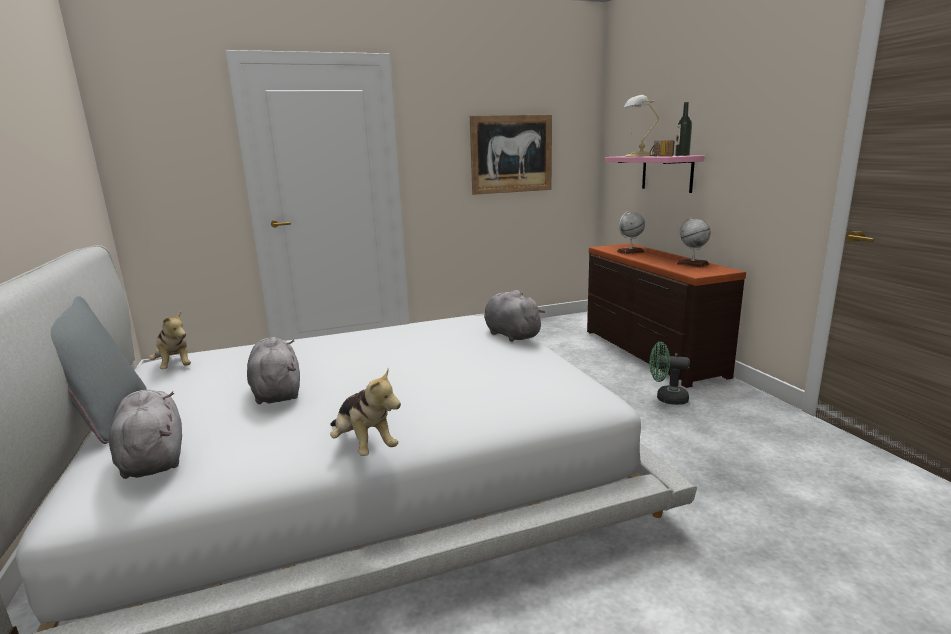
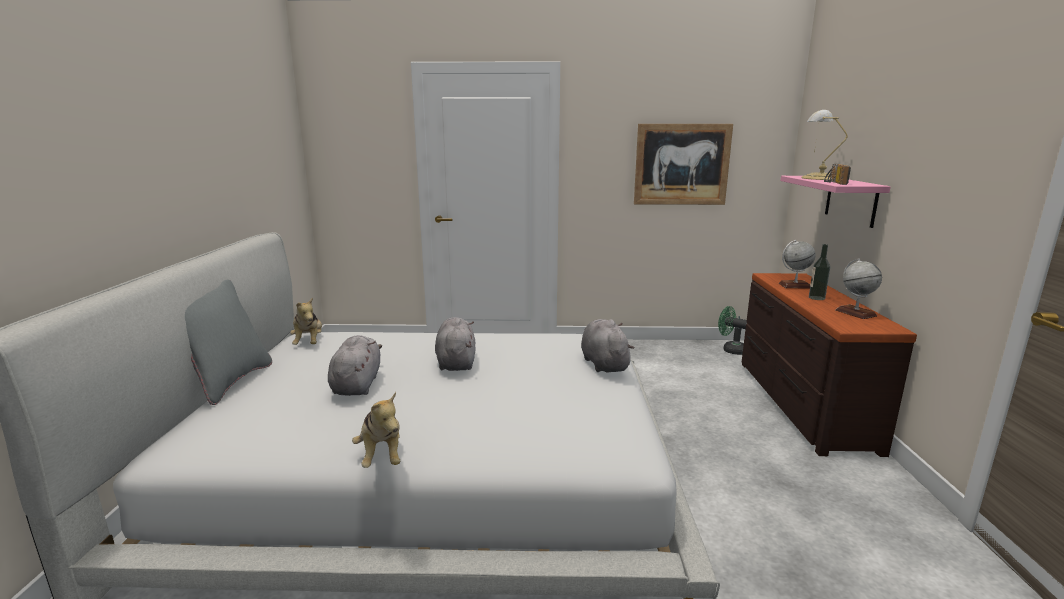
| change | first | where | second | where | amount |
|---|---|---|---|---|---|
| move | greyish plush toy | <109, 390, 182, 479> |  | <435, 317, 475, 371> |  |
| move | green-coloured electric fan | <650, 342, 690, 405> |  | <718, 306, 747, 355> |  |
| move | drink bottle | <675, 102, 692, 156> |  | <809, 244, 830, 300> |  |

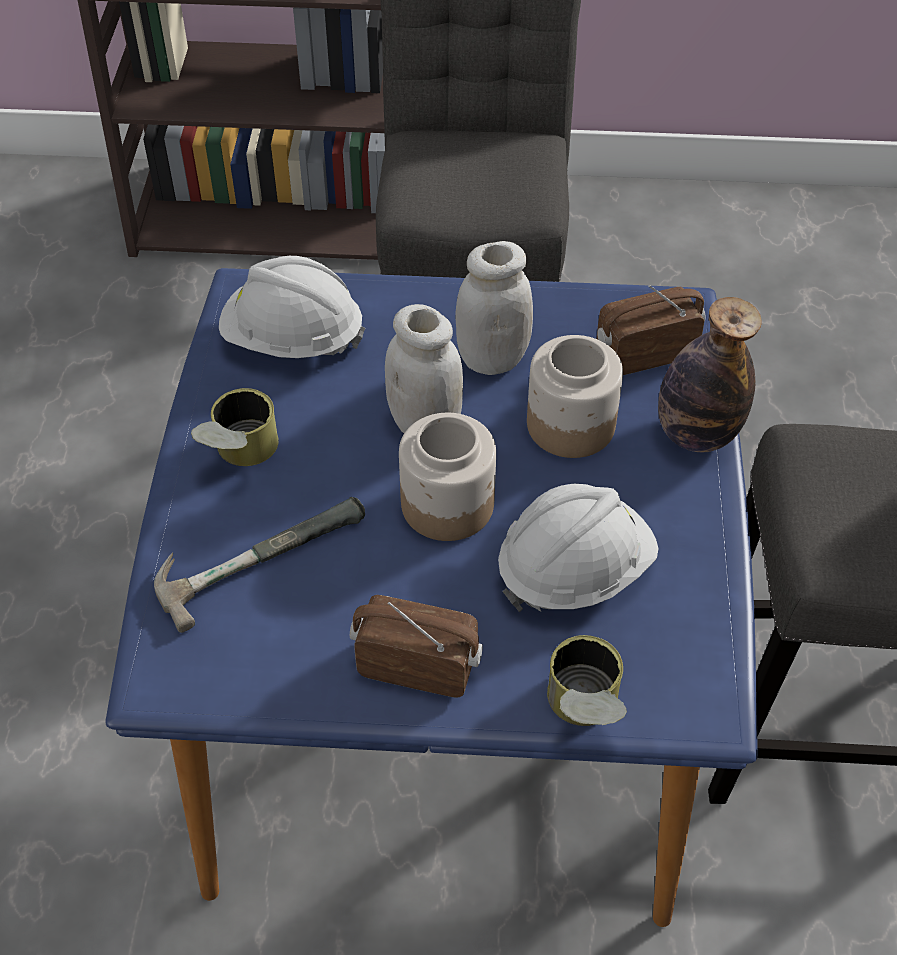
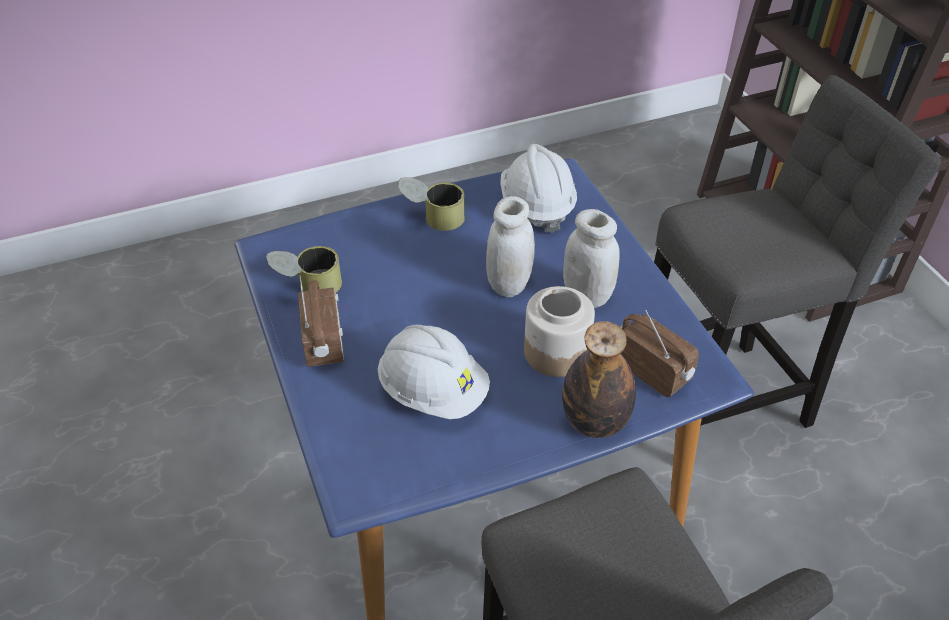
| change | first | where | second | where | amount |
|---|---|---|---|---|---|
| move | sealed can | <547, 635, 627, 726> |  | <266, 246, 342, 292> |  |
| delete | tool hammer | <154, 497, 365, 633> |  |  |  |
| delete | preserve jar | <399, 413, 496, 541> |  |  |  |

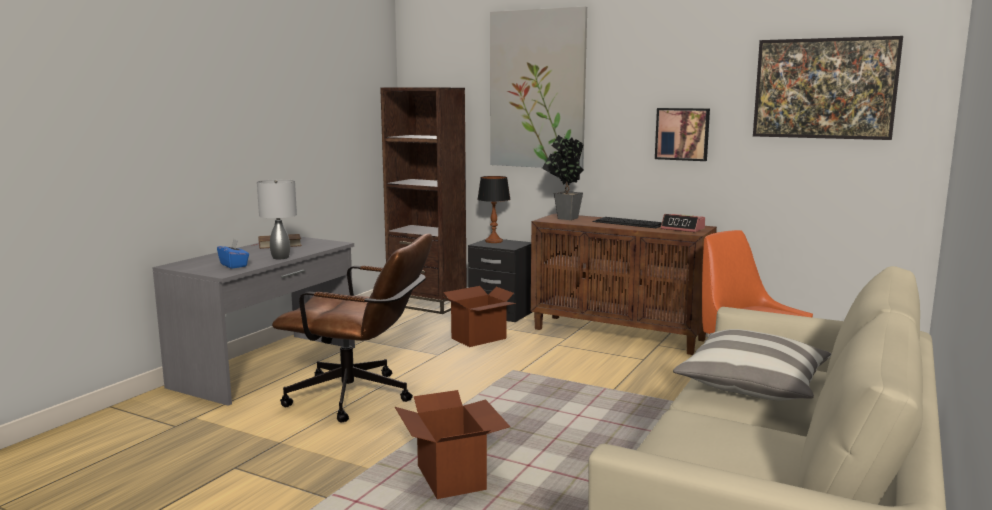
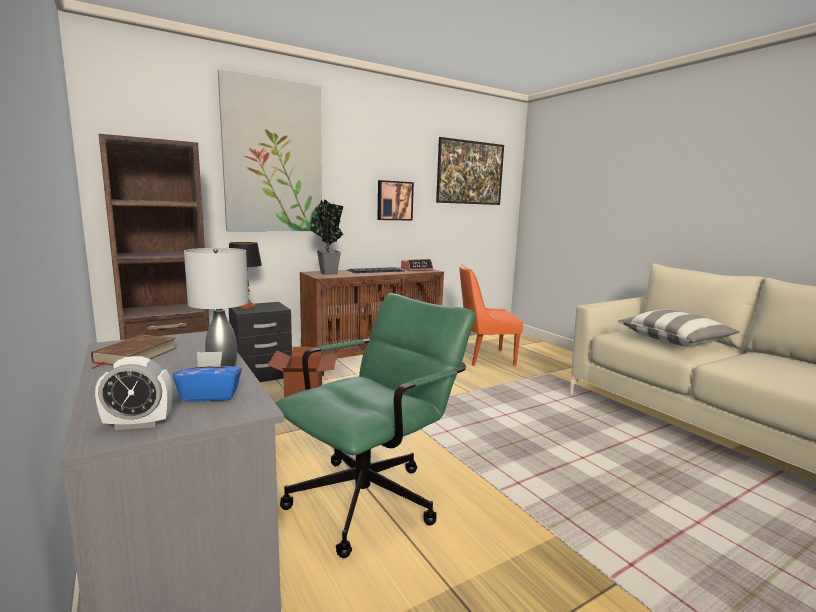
| change | first | where | second | where | amount |
|---|---|---|---|---|---|
| insert |  |  | table clock | <95, 356, 172, 430> |  |
| recolor | brown-coloured office chair | <272, 234, 433, 422> | green-coloured office chair | <275, 293, 475, 558> |  |
| delete | cardboard box | <395, 390, 510, 499> |  |  |  |

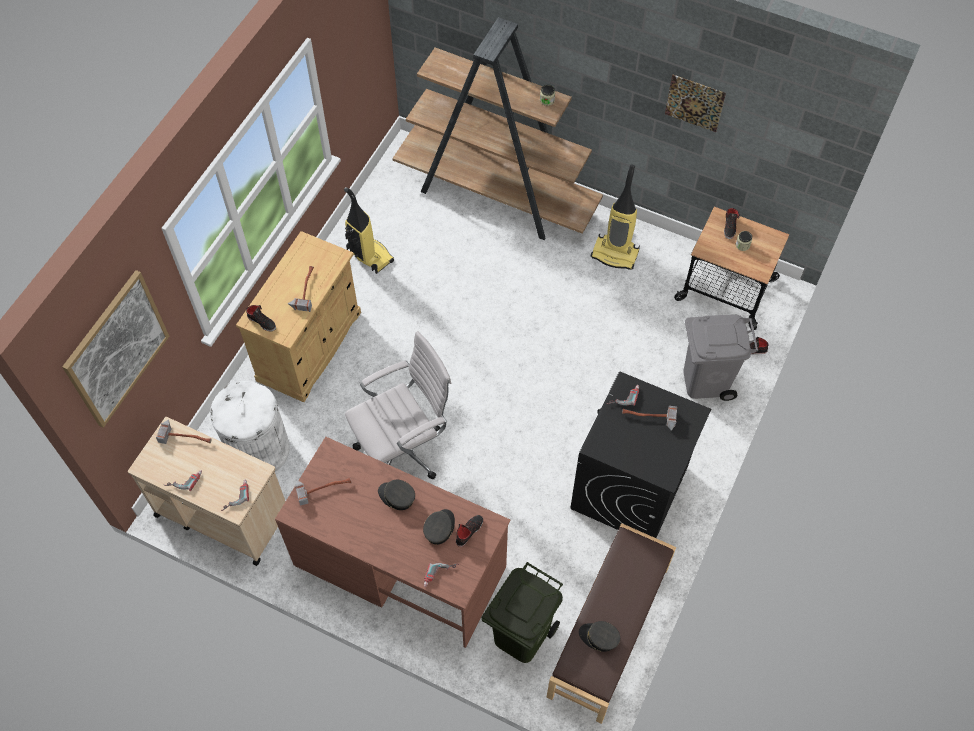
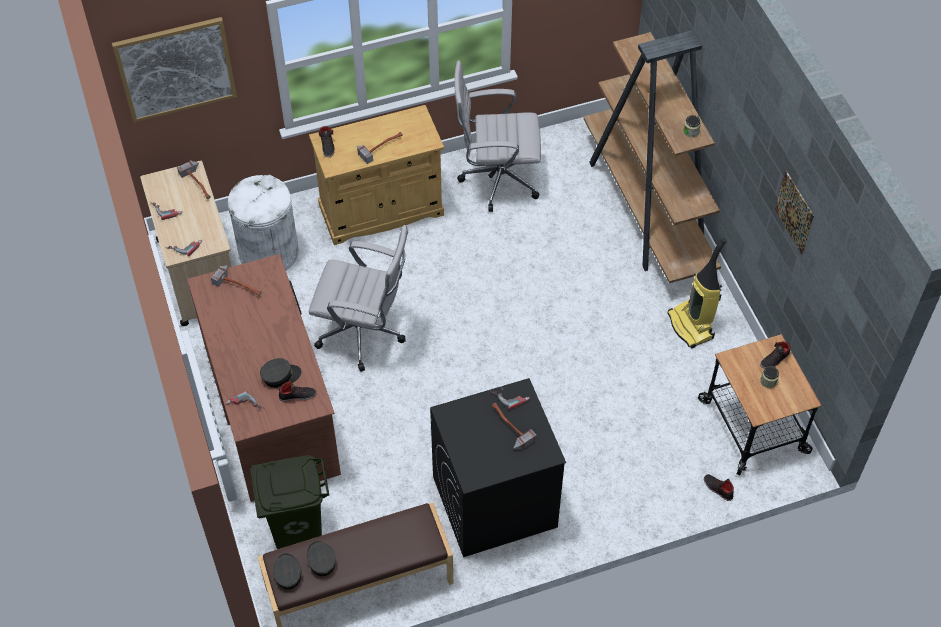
| change | first | where | second | where | amount |
|---|---|---|---|---|---|
| move | greyish cap | <378, 480, 415, 510> |  | <273, 553, 302, 590> |  |
| replace | vacuum | <344, 187, 394, 274> | whitish office chair | <454, 60, 541, 212> |  |
| delete | greyish trash can | <683, 315, 758, 401> |  |  |  |

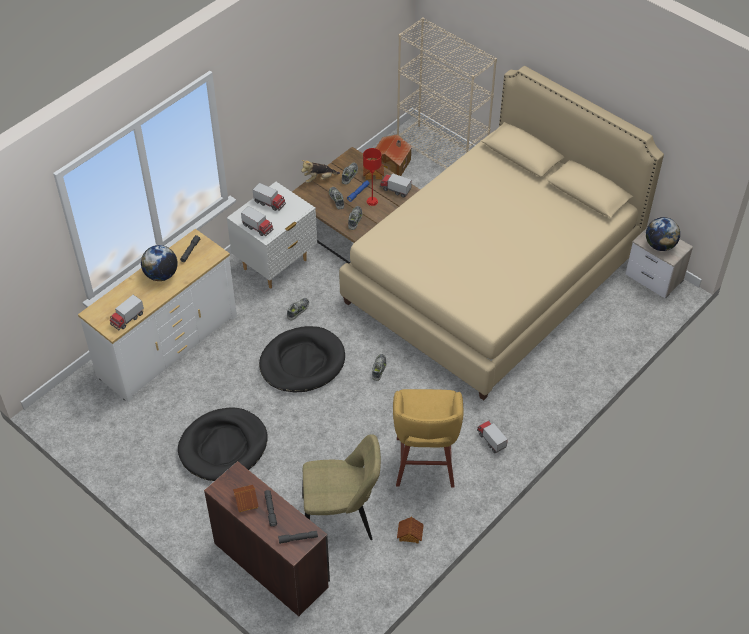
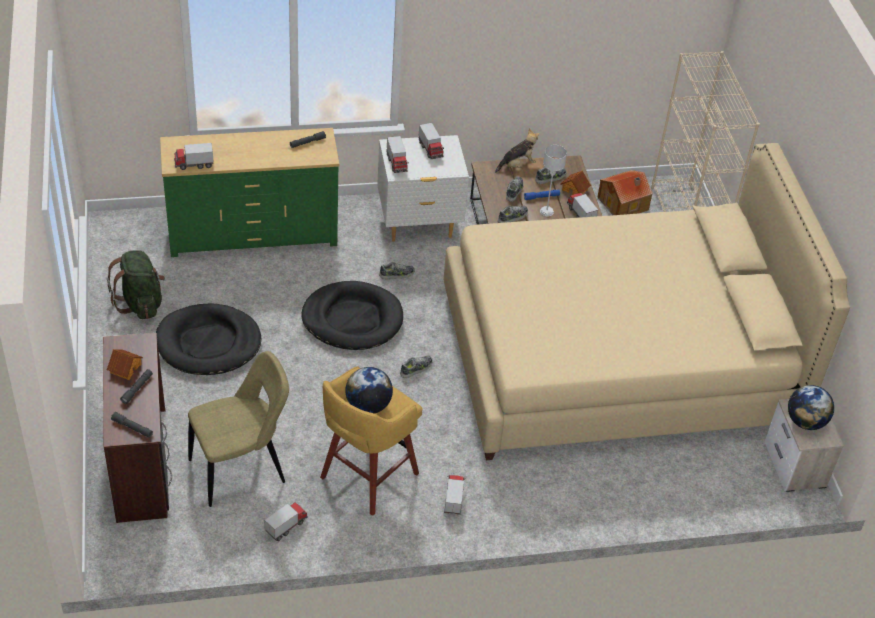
| change | first | where | second | where | amount |
|---|---|---|---|---|---|
| insert |  |  | green-coloured knapsack | <107, 250, 165, 319> |  |
| recolor | whitish drawer chest | <78, 229, 237, 402> | green-coloured drawer chest | <160, 128, 339, 257> |  |
| rotate | sand-coloured upright chair | <302, 434, 381, 540> |  | <188, 351, 289, 507> | 60 degrees counterclockwise |
| replace | toy house | <397, 516, 424, 544> | toy lorry | <264, 502, 308, 541> |  |
| move | world globe | <141, 245, 178, 281> |  | <345, 367, 393, 414> |  |
| rotate | plush toy | <301, 160, 340, 183> |  | <495, 129, 540, 173> | 135 degrees clockwise |
| recolor | red lamp for a table | <363, 148, 381, 206> | greyish lamp for a table | <540, 145, 567, 216> |  |

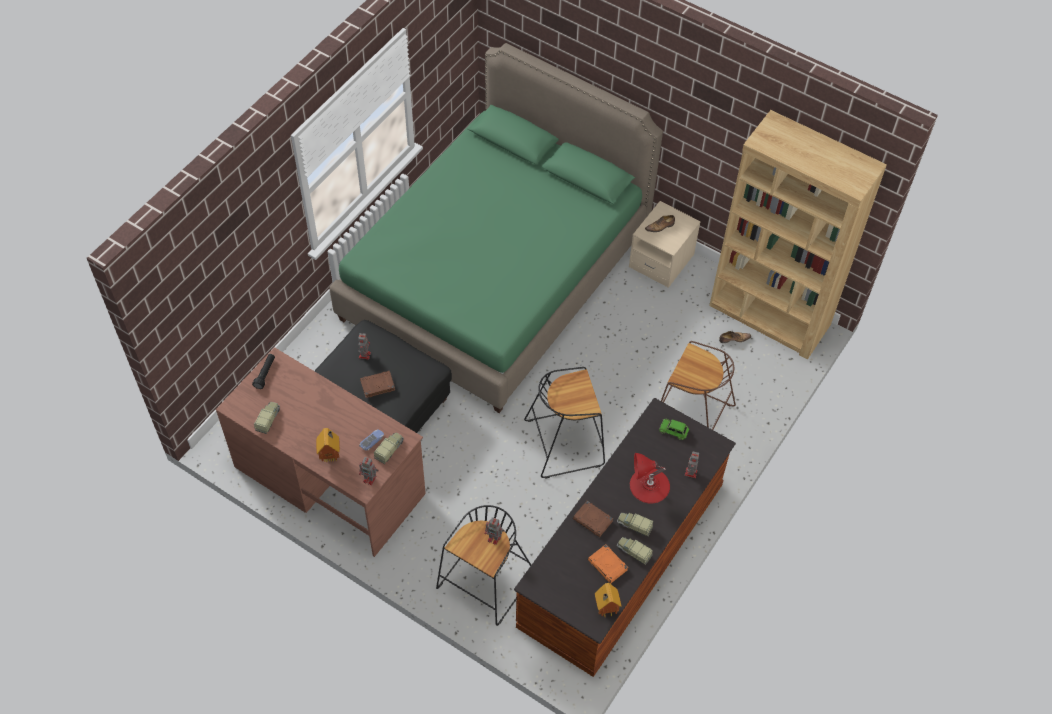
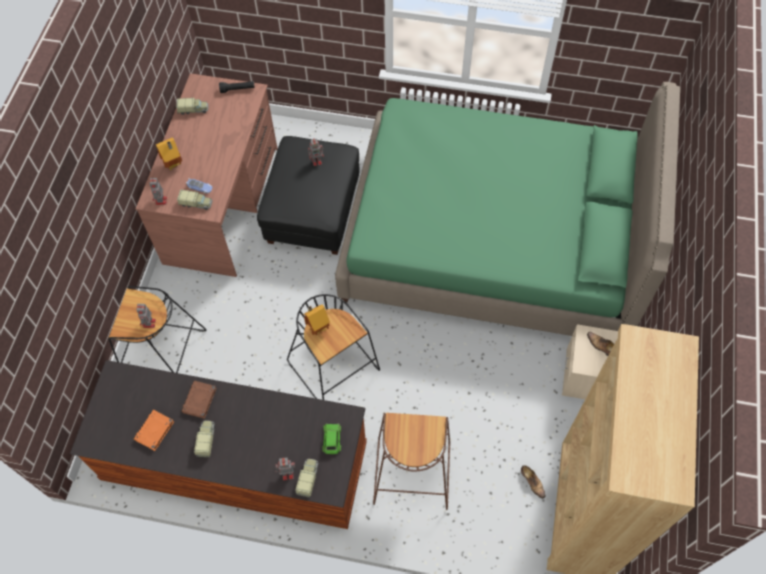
| change | first | where | second | where | amount |
|---|---|---|---|---|---|
| move | toy lorry | <617, 537, 653, 565> |  | <295, 459, 318, 498> |  |
| move | toy house | <595, 583, 622, 617> |  | <303, 304, 330, 335> |  |
| delete | brown-coloured volume | <360, 371, 395, 398> |  |  |  |
| delete | red lamp for a table | <630, 453, 670, 504> |  |  |  |

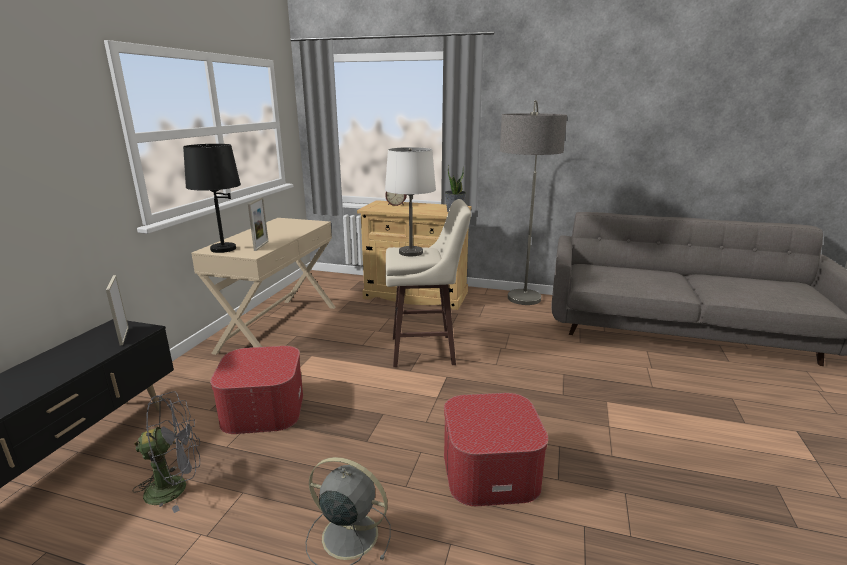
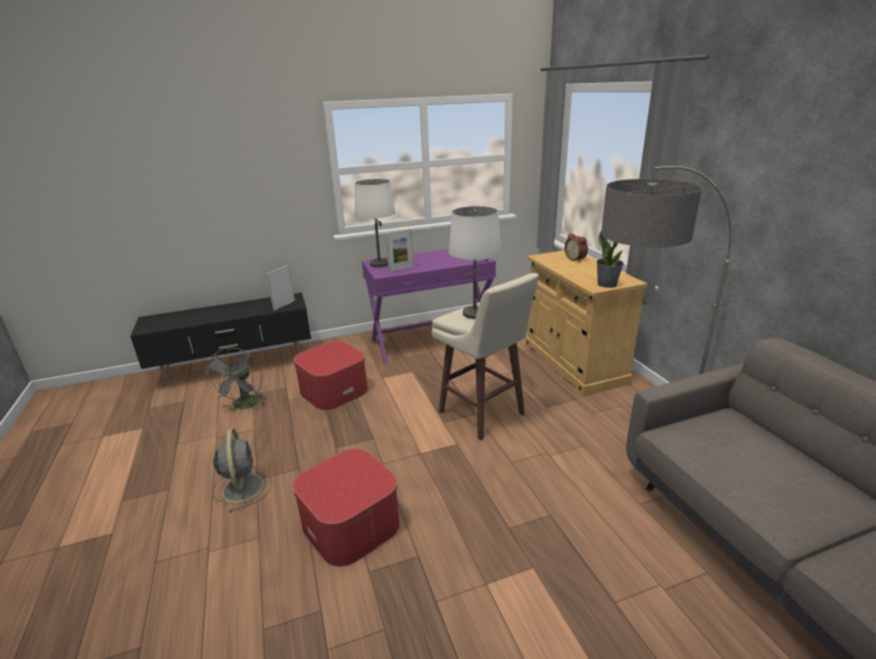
| change | first | where | second | where | amount |
|---|---|---|---|---|---|
| rotate | greyish electric fan | <132, 391, 200, 513> |  | <204, 348, 268, 409> | 60 degrees clockwise |
| recolor | blackish lamp for a table | <183, 144, 241, 253> | whitish lamp for a table | <355, 179, 396, 267> |  |
| recolor | sand-coloured narrow table | <191, 218, 336, 355> | purplish narrow table | <362, 249, 496, 364> |  |

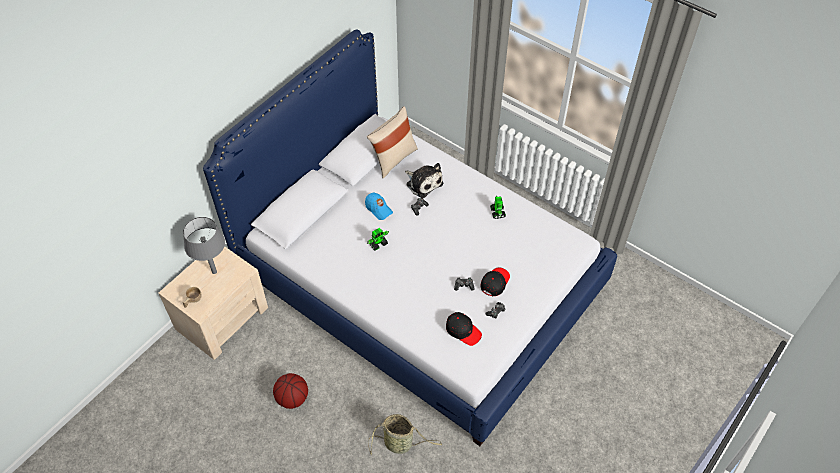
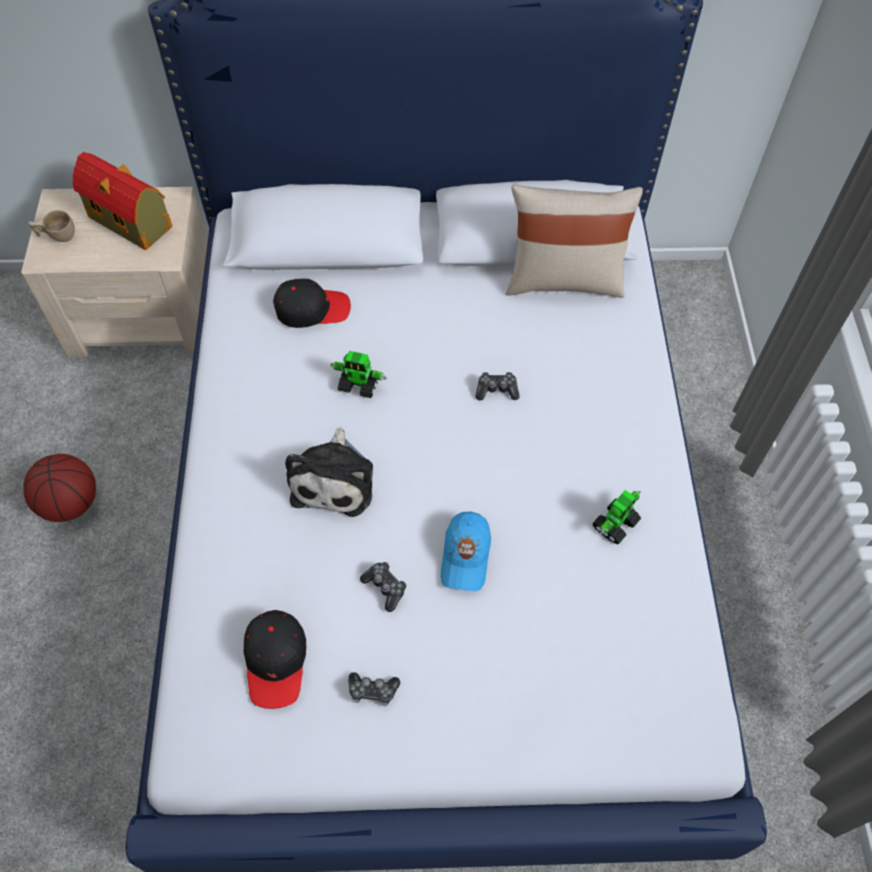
| change | first | where | second | where | amount |
|---|---|---|---|---|---|
| replace | greyish lamp for a table | <183, 217, 225, 274> | toy house | <73, 152, 172, 250> |  |
| move | blackish cap | <480, 268, 510, 296> |  | <273, 279, 351, 328> |  |
| move | plush toy | <405, 163, 443, 198> |  | <285, 427, 373, 517> |  |
| move | blue cap | <365, 193, 393, 220> |  | <440, 512, 491, 591> |  |
| delete | storage basket | <368, 414, 442, 456> |  |  |  |

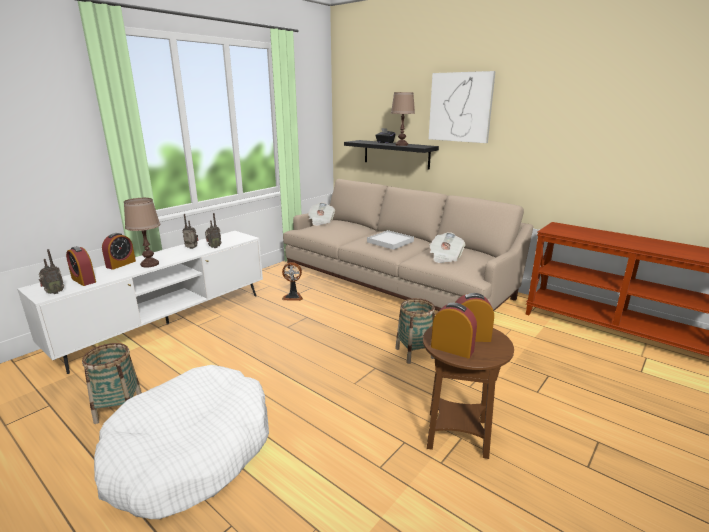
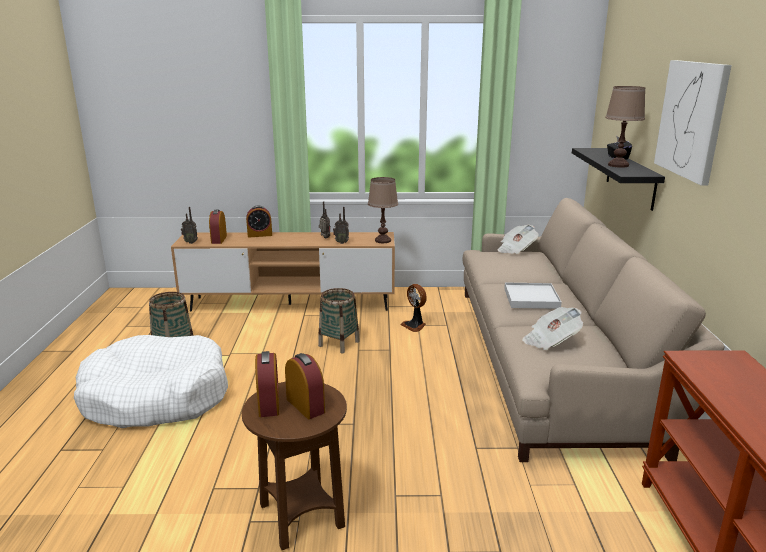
| change | first | where | second | where | amount |
|---|---|---|---|---|---|
| recolor | whitish media console | <17, 231, 263, 374> | brown-coloured media console | <171, 232, 395, 311> |  |
| move | storage basket | <395, 298, 435, 364> |  | <318, 288, 360, 353> |  |
| move | brown-coloured lamp for a table | <124, 198, 160, 268> |  | <368, 177, 398, 243> |  |

